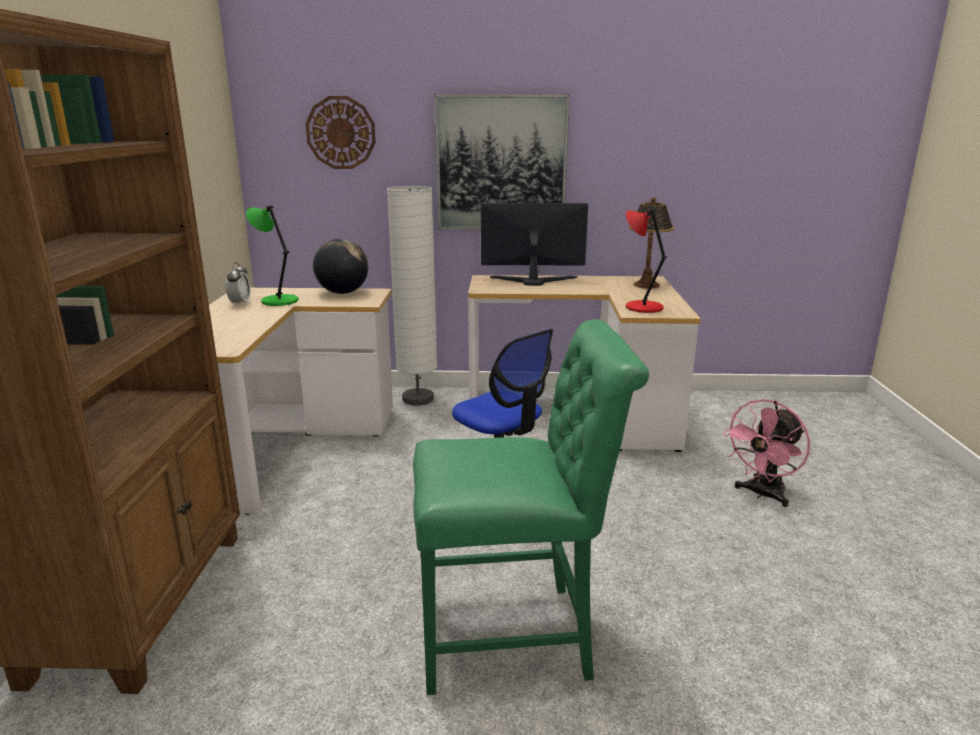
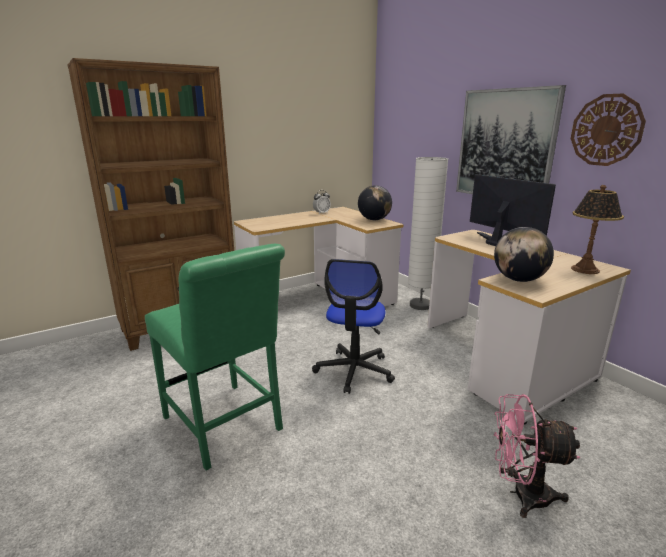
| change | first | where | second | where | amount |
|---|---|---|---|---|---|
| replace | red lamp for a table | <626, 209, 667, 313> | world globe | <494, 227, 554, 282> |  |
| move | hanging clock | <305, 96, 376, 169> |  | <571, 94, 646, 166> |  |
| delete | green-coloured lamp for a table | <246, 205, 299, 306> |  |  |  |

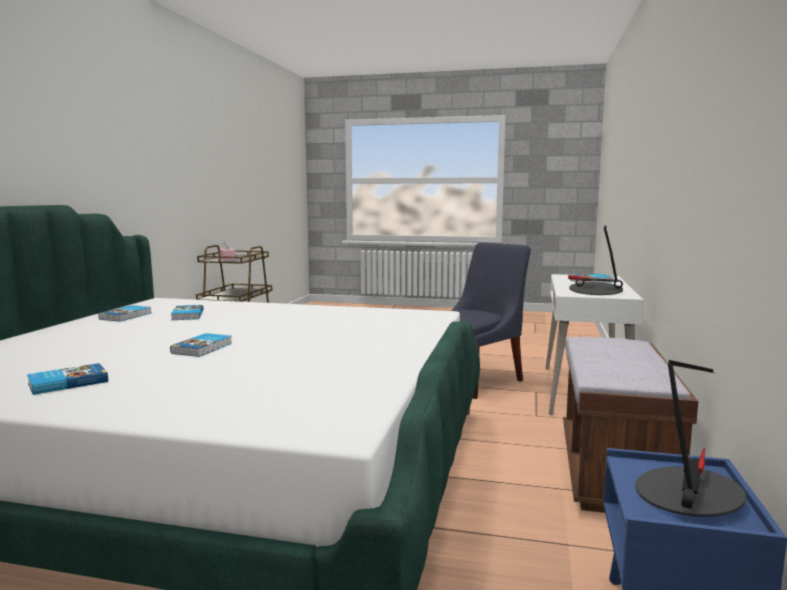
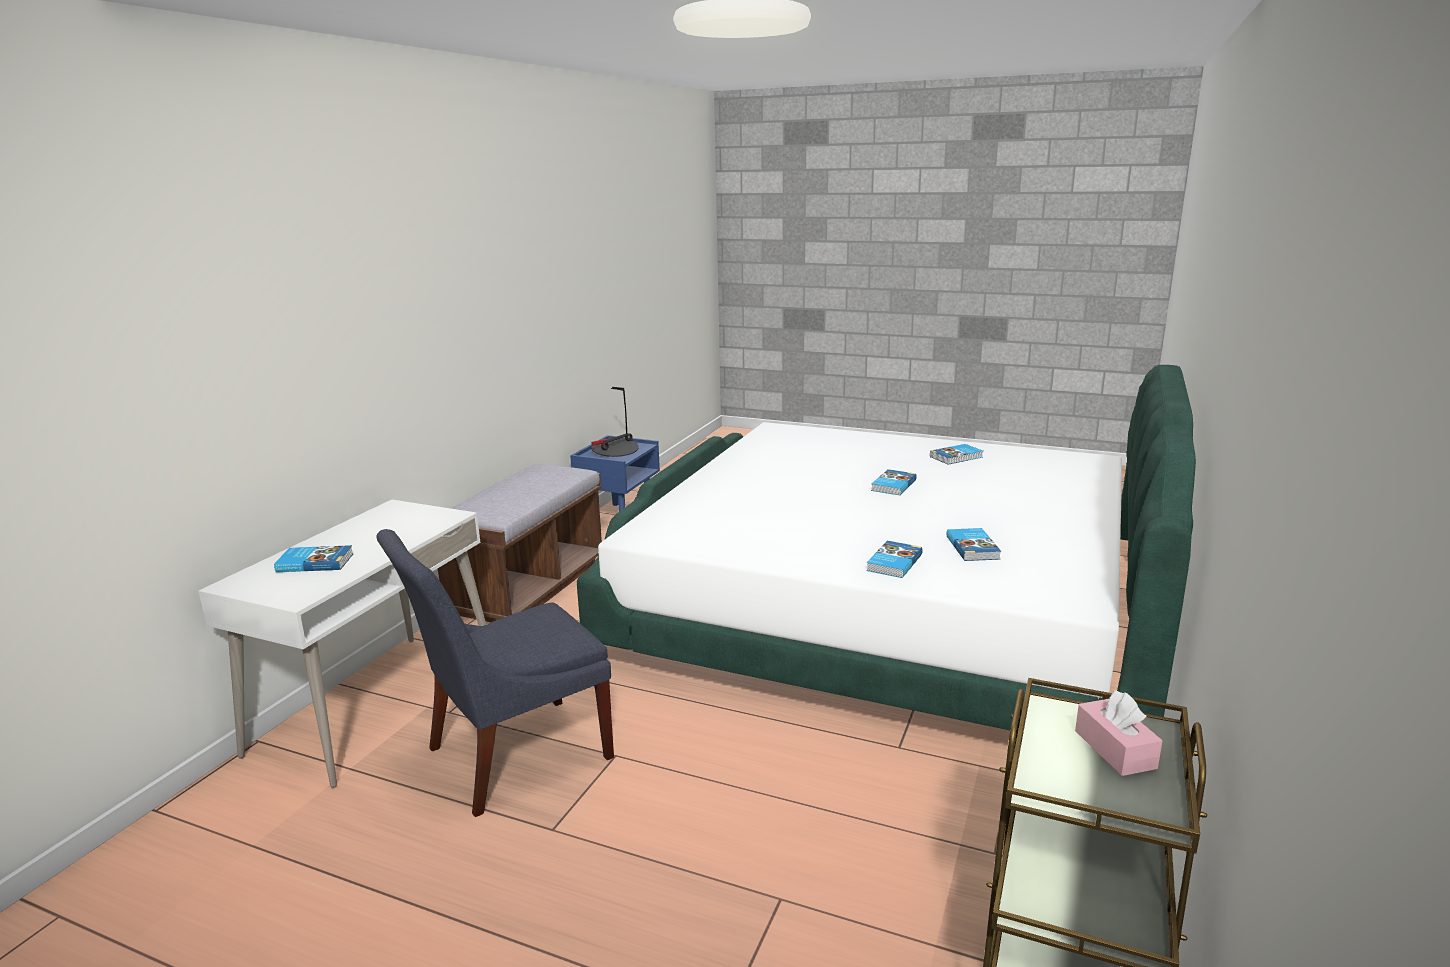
| change | first | where | second | where | amount |
|---|---|---|---|---|---|
| move | volume | <98, 305, 151, 322> |  | <866, 541, 923, 578> |  |
| delete | lamp for a table | <568, 225, 623, 295> |  |  |  |

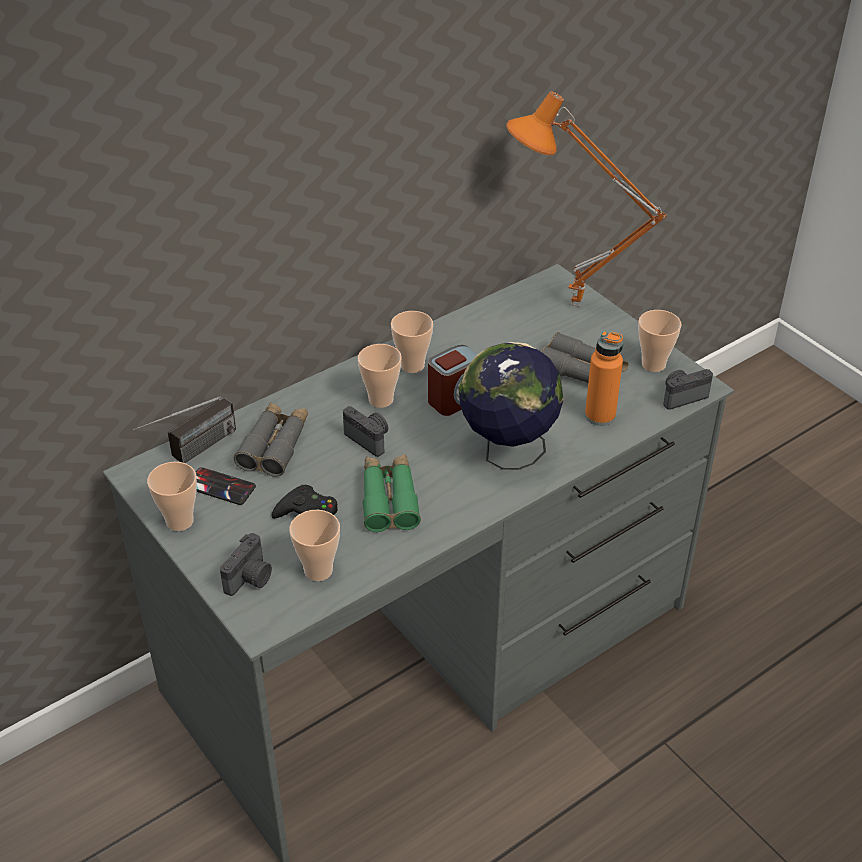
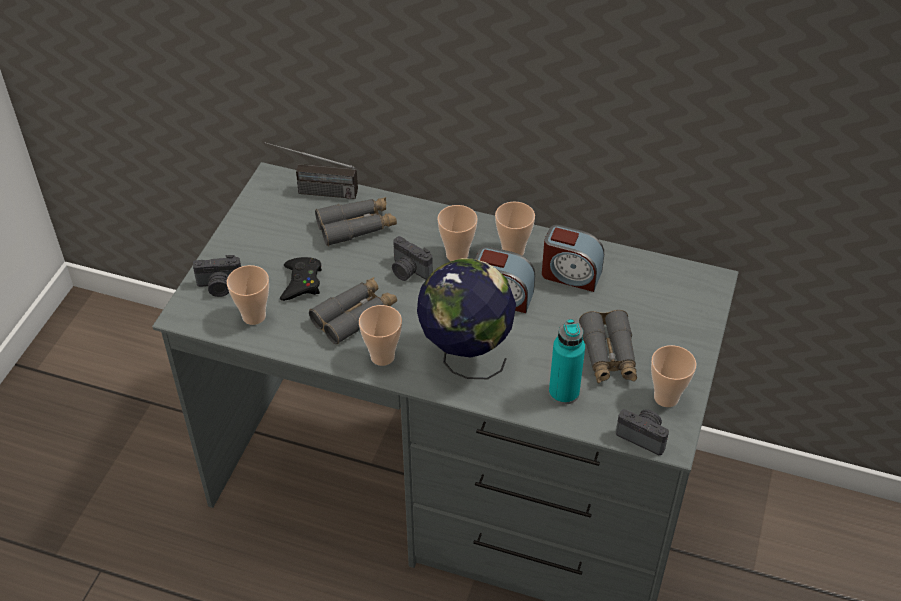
| change | first | where | second | where | amount |
|---|---|---|---|---|---|
| recolor | green-coloured pair of binoculars | <363, 454, 421, 532> | greyish pair of binoculars | <309, 277, 397, 344> |  |
| move | cup | <147, 462, 197, 531> |  | <359, 305, 402, 366> |  |
| rotate | still camera | <343, 406, 388, 457> |  | <392, 236, 433, 281> | 120 degrees clockwise |
| insert |  |  | table clock | <542, 225, 604, 292> |  |
| recolor | orange-coloured drink bottle | <585, 331, 623, 426> | turquoise drink bottle | <549, 319, 585, 405> |  |
| delete | phone | <196, 467, 256, 505> |  |  |  |
| delete | orange-coloured lamp for a table | <506, 91, 667, 307> |  |  |  |

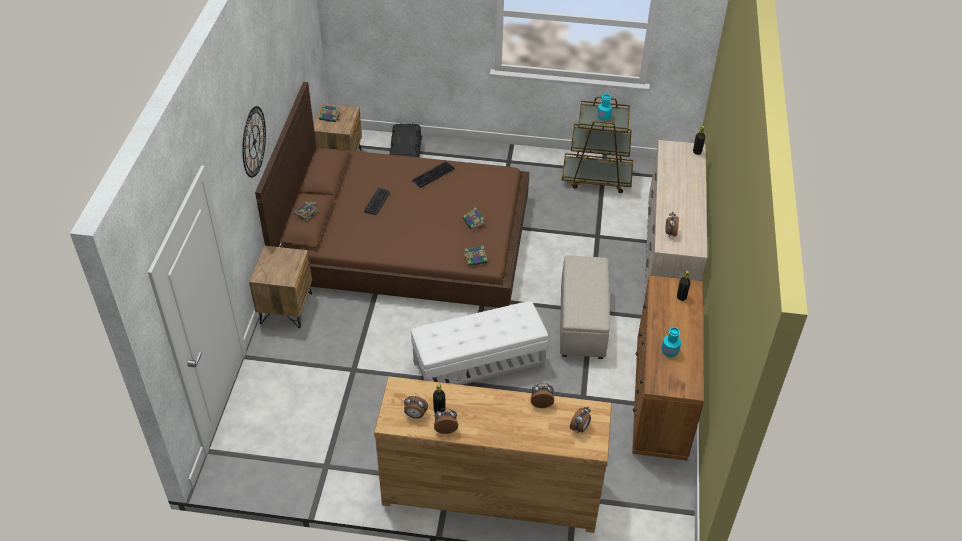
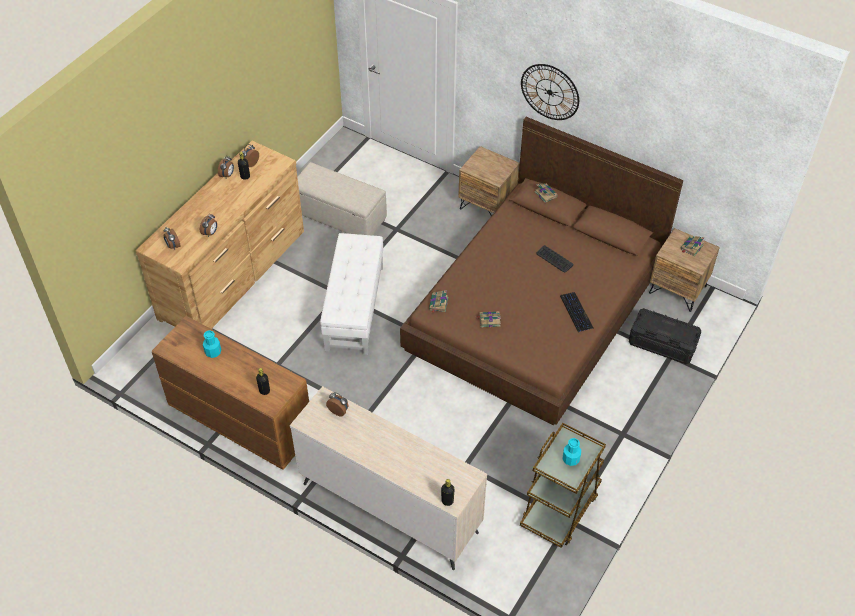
| change | first | where | second | where | amount |
|---|---|---|---|---|---|
| move | sand-coloured footrest | <560, 255, 610, 359> |  | <297, 162, 387, 235> |  |

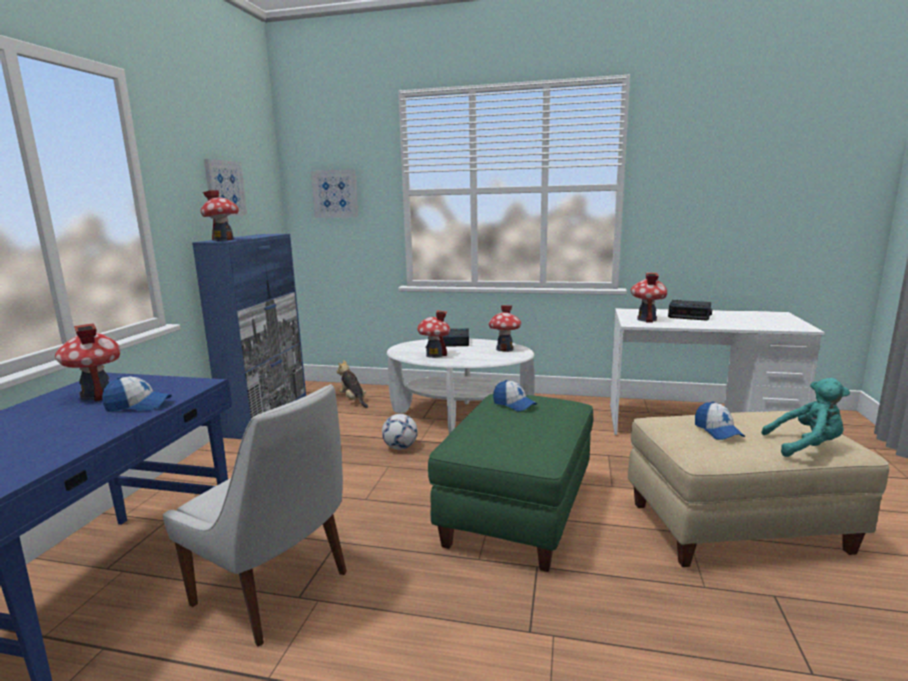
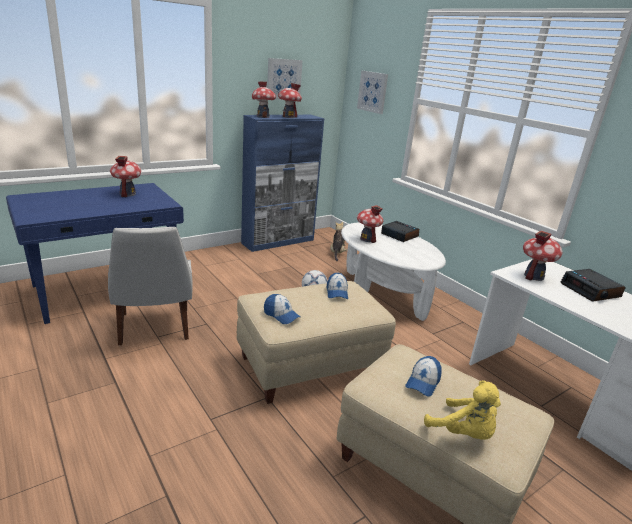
| change | first | where | second | where | amount |
|---|---|---|---|---|---|
| recolor | green-coloured footrest | <428, 394, 593, 572> | sand-coloured footrest | <237, 281, 396, 404> |  |
| move | cap | <102, 376, 172, 412> |  | <264, 294, 300, 324> |  |
| move | toy house | <489, 305, 521, 352> |  | <278, 83, 302, 118> |  |
| recolor | turquoise plush toy | <761, 378, 850, 457> | yellow plush toy | <424, 380, 501, 440> |  |

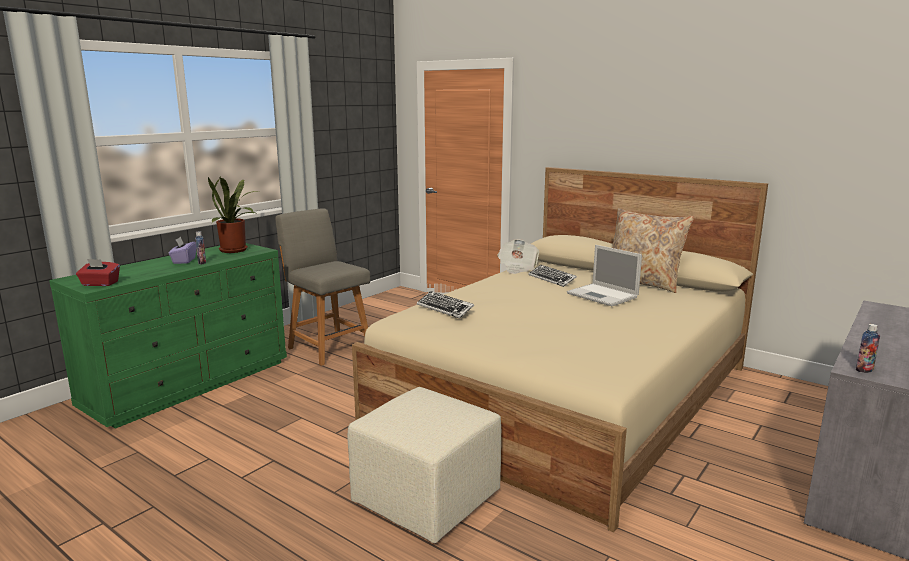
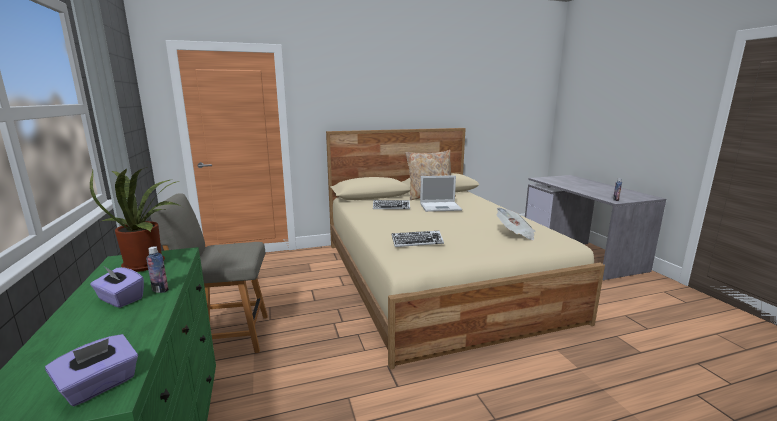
| change | first | where | second | where | amount |
|---|---|---|---|---|---|
| recolor | red box of tissues | <76, 259, 120, 286> | purplish box of tissues | <45, 334, 138, 407> |  |
| move | daily paper | <497, 239, 540, 274> |  | <497, 207, 536, 241> |  |
| delete | sand-coloured footrest | <347, 387, 501, 543> |  |  |  |

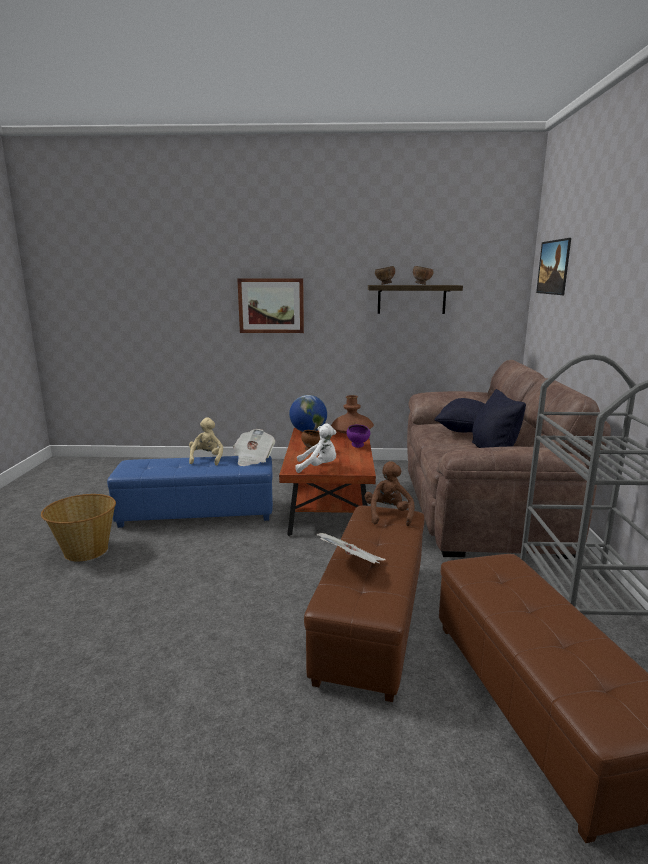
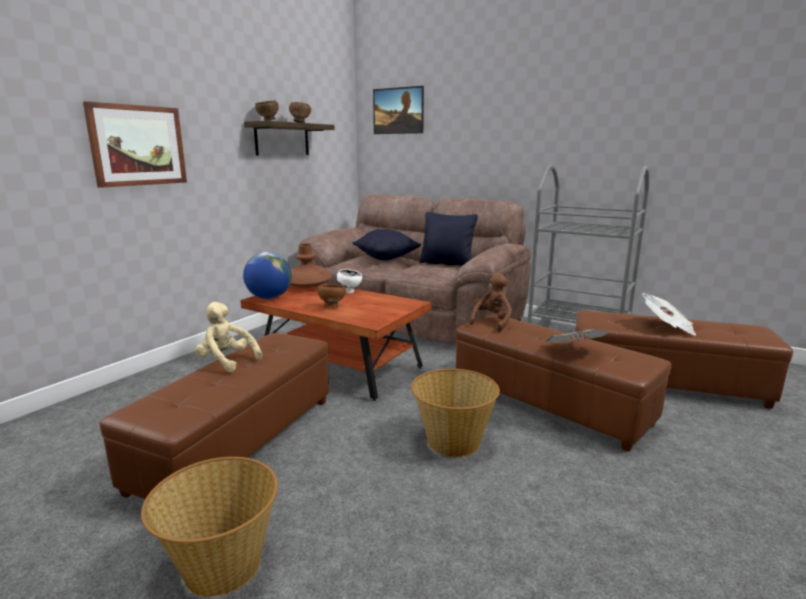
| change | first | where | second | where | amount |
|---|---|---|---|---|---|
| recolor | blue footrest | <107, 456, 273, 528> | brown-coloured footrest | <99, 333, 329, 500> |  |
| recolor | purplish deep dish | <347, 425, 370, 448> | whitish deep dish | <337, 269, 362, 293> |  |
| insert |  |  | storage basket | <411, 369, 500, 457> |  |
| rotate | brown-coloured plush toy | <365, 461, 414, 526> |  | <469, 273, 512, 332> | 90 degrees clockwise |
| move | daily paper | <233, 429, 276, 466> |  | <642, 293, 697, 336> |  |
| delete | whitish plush toy | <295, 424, 336, 473> |  |  |  |

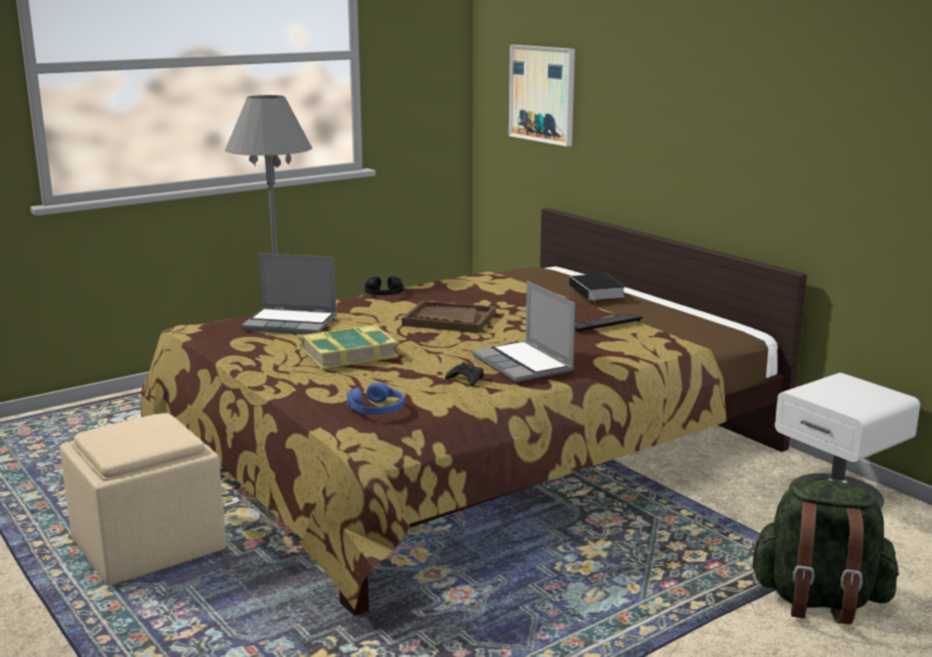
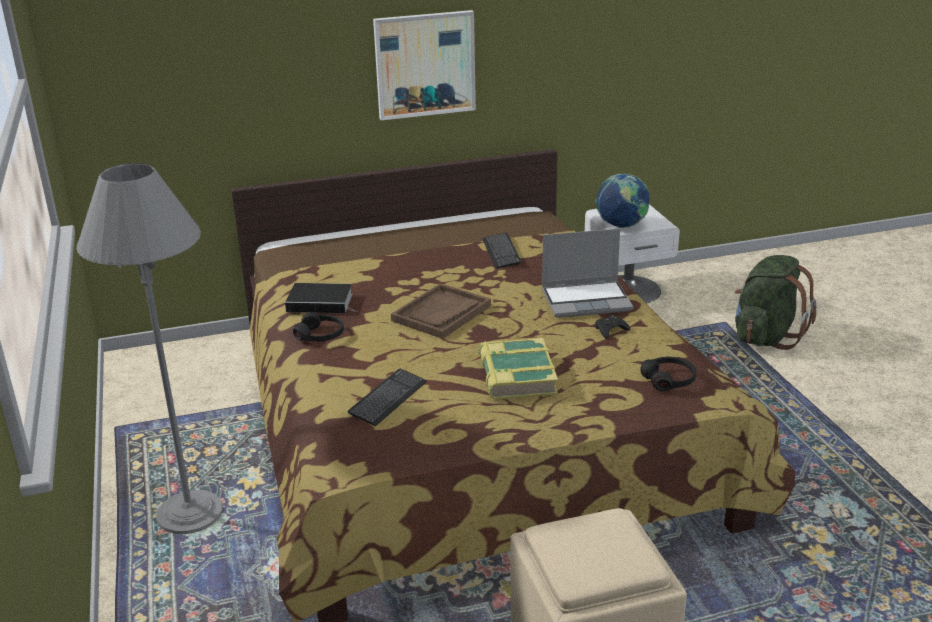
| change | first | where | second | where | amount |
|---|---|---|---|---|---|
| move | volume | <569, 274, 625, 303> |  | <285, 283, 356, 313> |  |
| replace | portable computer | <241, 253, 337, 334> | keyboard | <348, 369, 427, 426> |  |
| move | wall picture | <509, 45, 575, 147> |  | <373, 10, 476, 121> |  |
| insert |  |  | world globe | <595, 174, 649, 228> |  |
| recolor | blue headphones | <347, 383, 404, 414> | blackish headphones | <640, 357, 697, 391> |  |

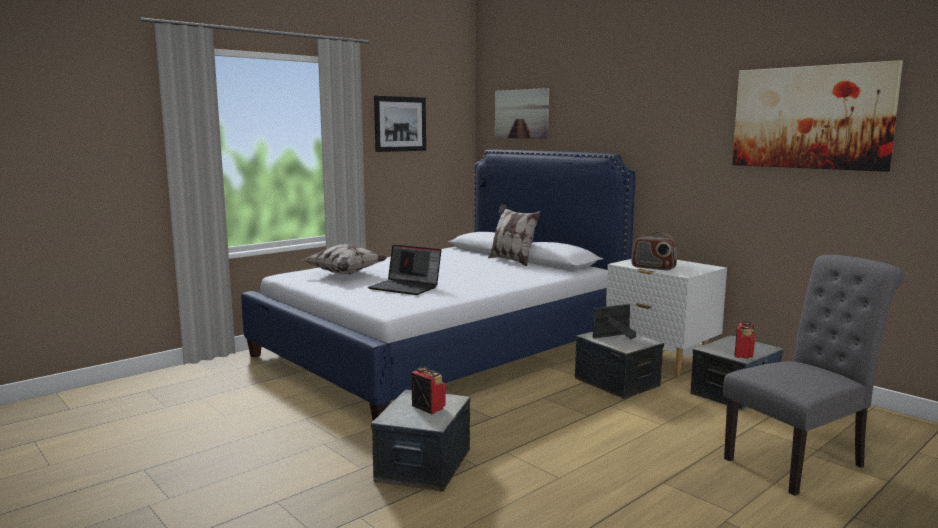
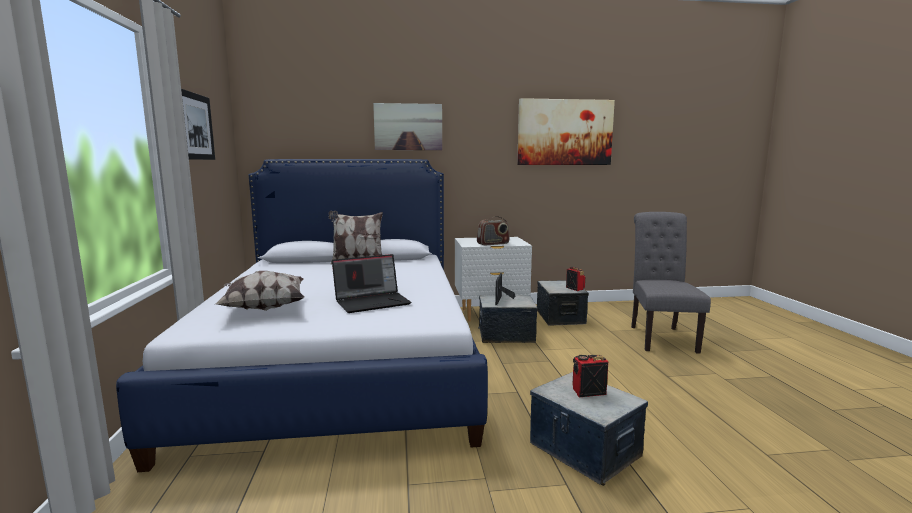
| change | first | where | second | where | amount |
|---|---|---|---|---|---|
| move | wall picture | <495, 88, 549, 139> |  | <373, 103, 442, 150> |  |

